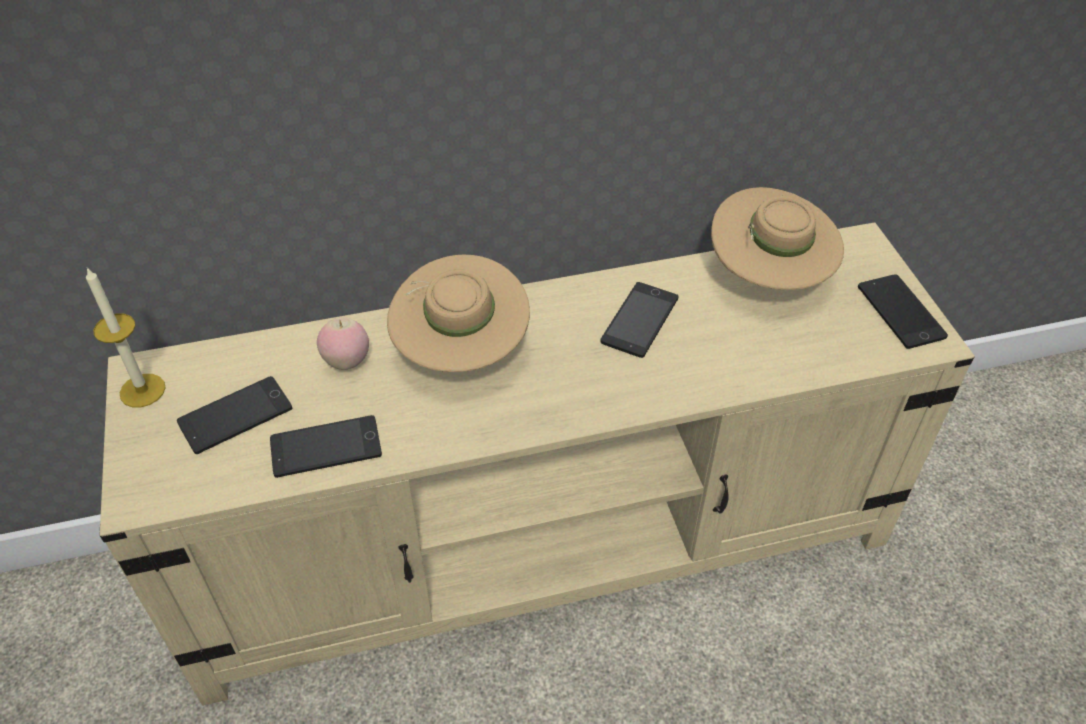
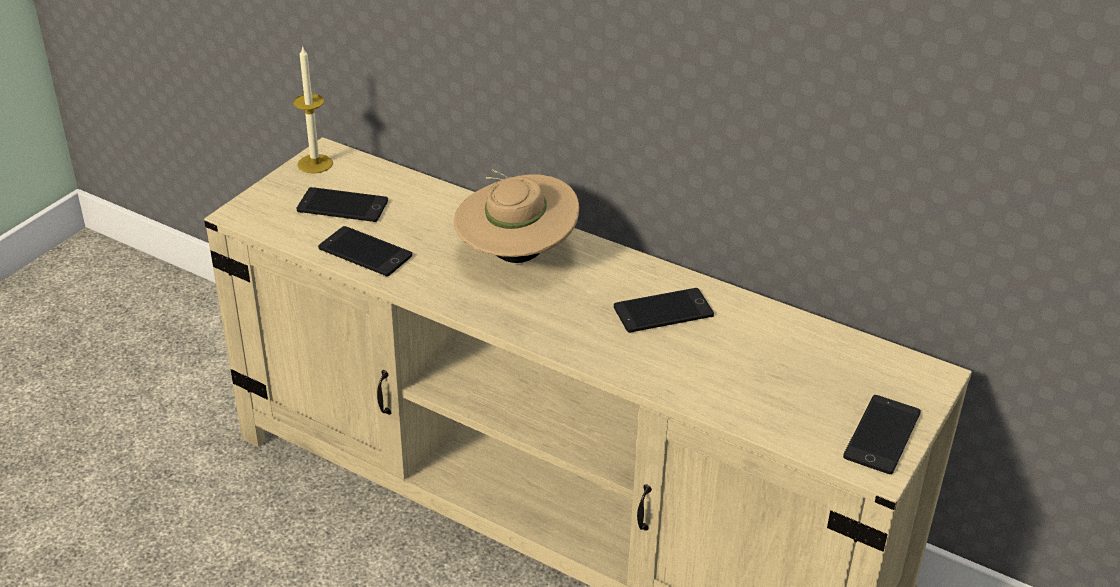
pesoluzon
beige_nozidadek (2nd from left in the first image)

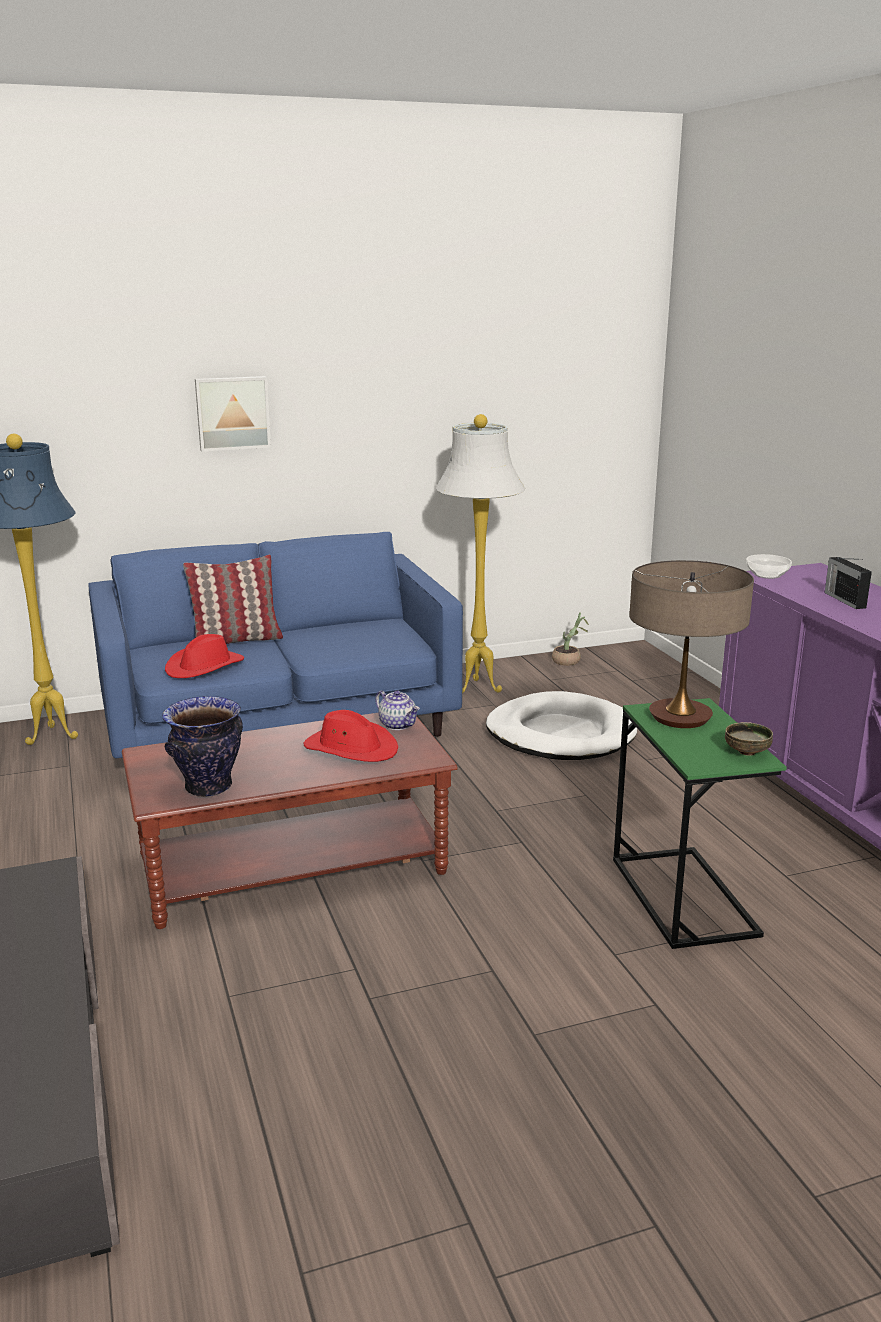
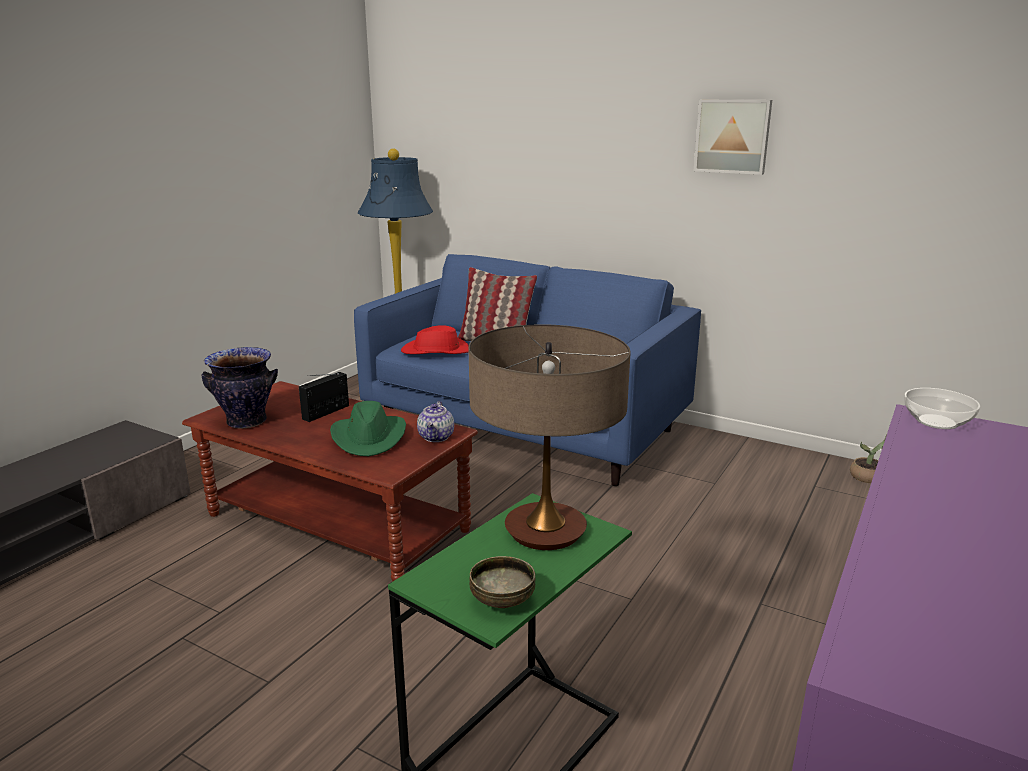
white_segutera
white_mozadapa
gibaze
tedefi
green_nozidadek

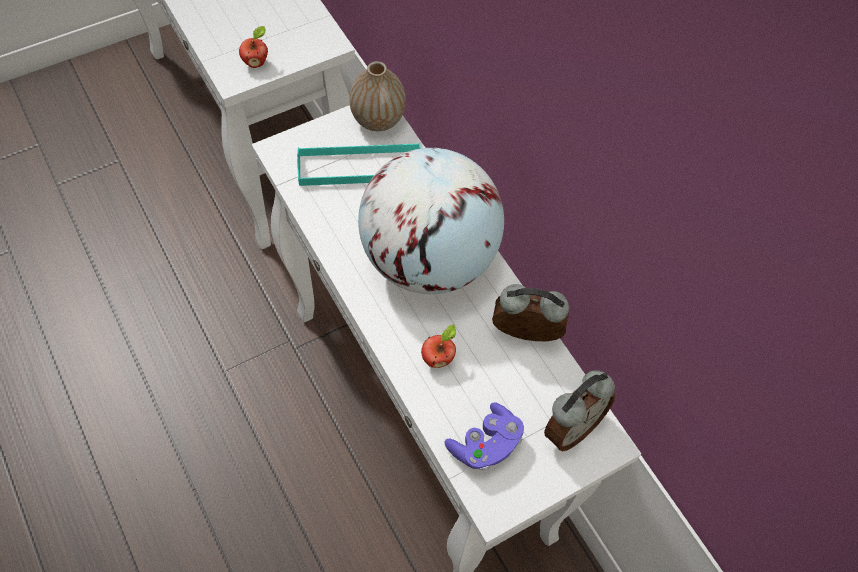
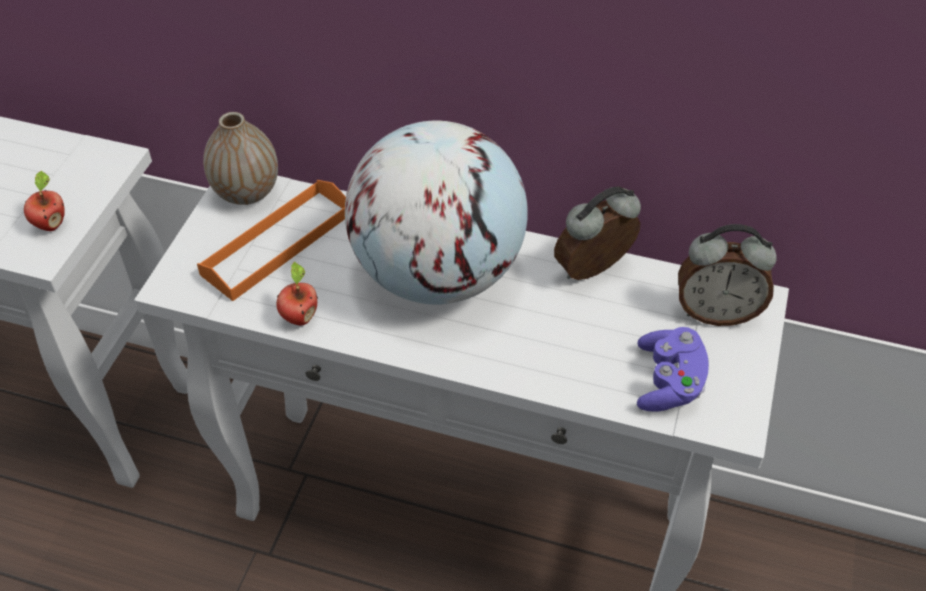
pesoluzon (2nd from left)
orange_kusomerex
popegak (2nd from left)

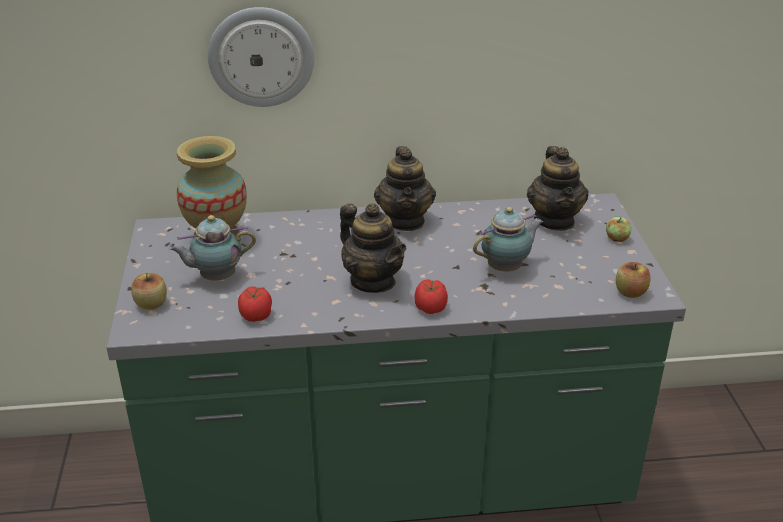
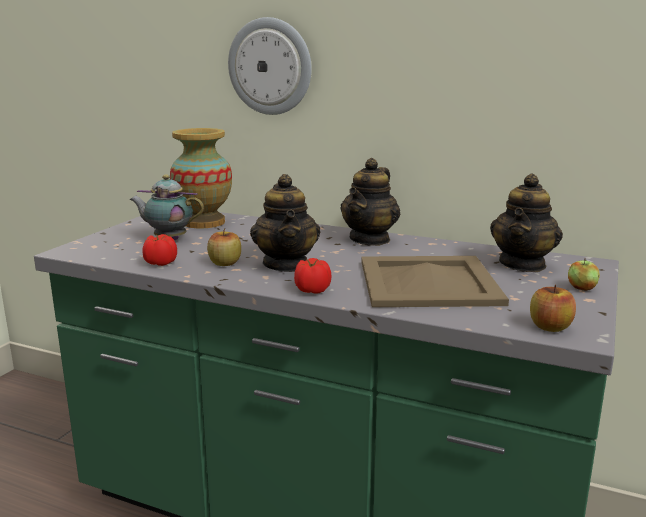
pesoluzon (1st from left)
beige_kusomerex

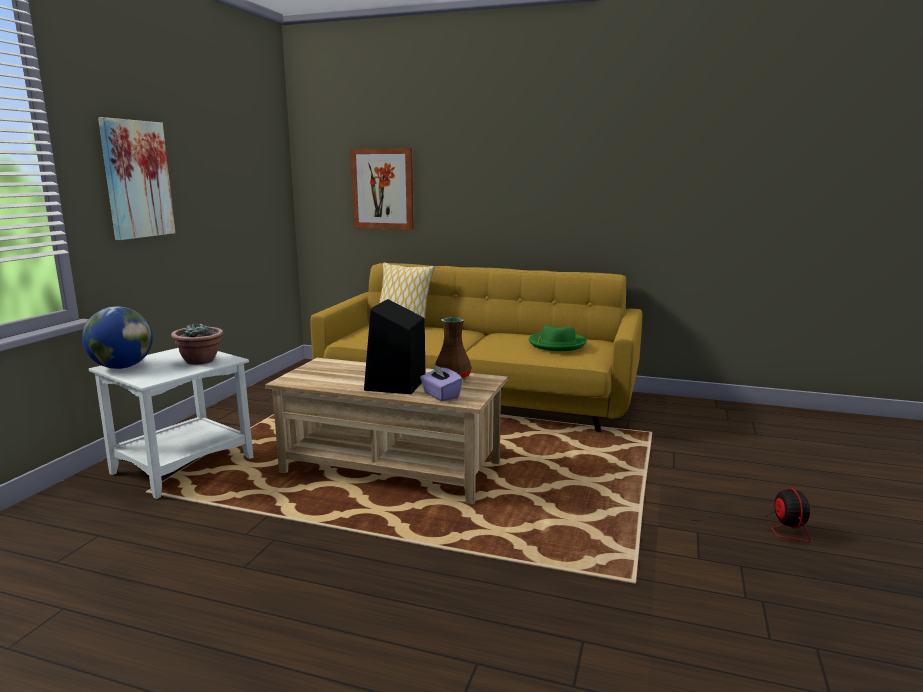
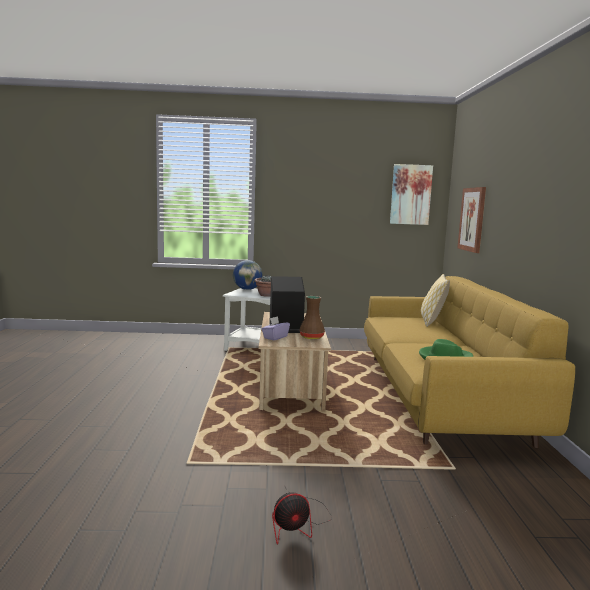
gibaze (1st from left)

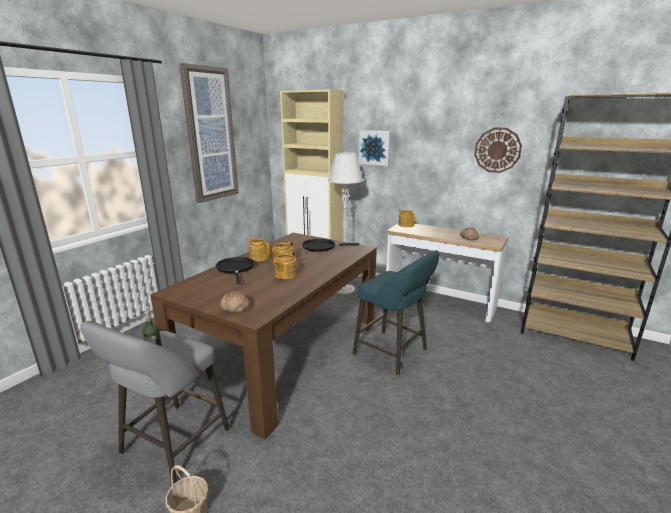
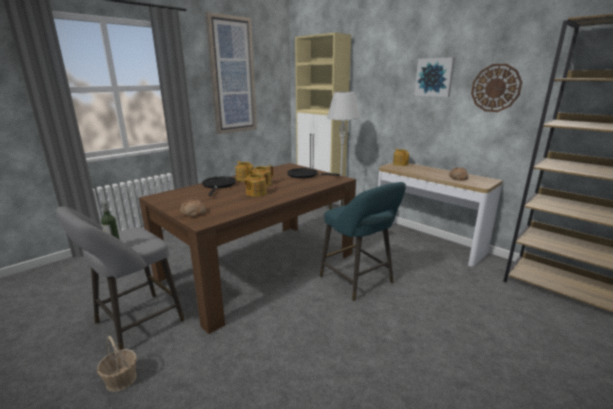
gibaze (2nd from left)

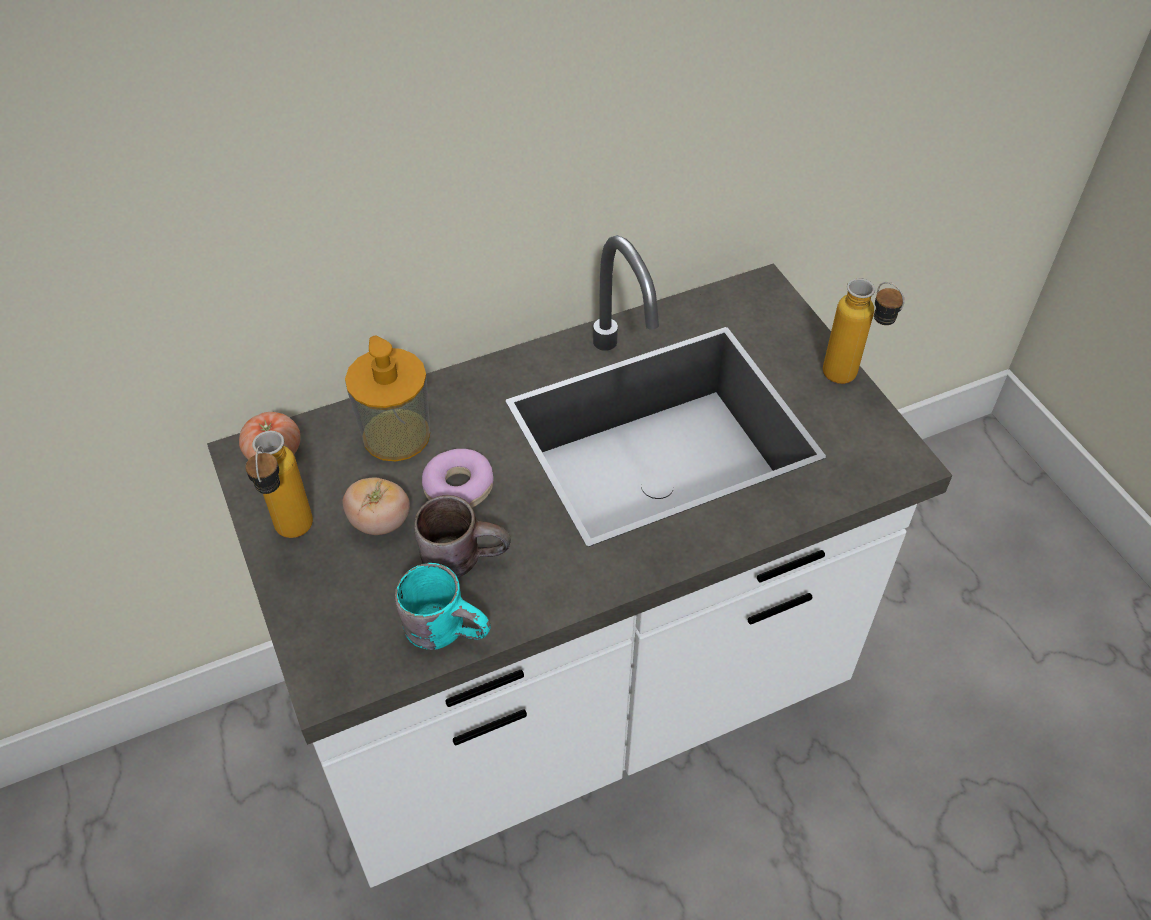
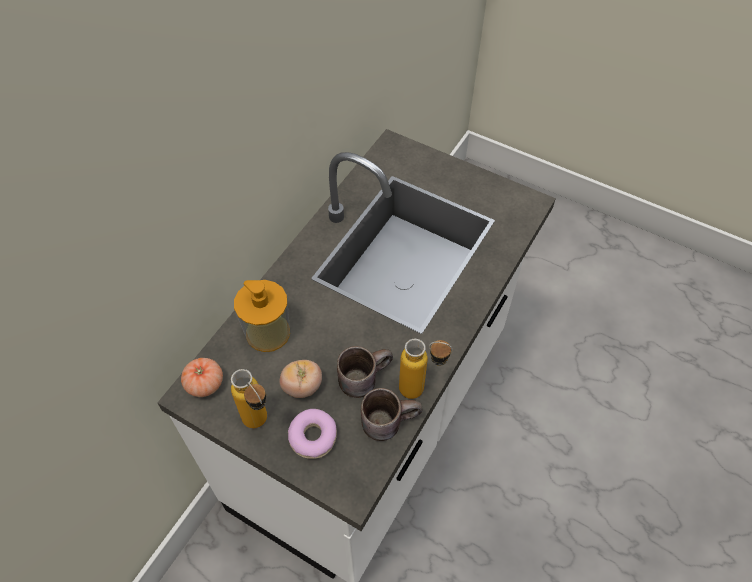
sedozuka
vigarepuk (2nd from left)
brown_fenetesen (2nd from left)

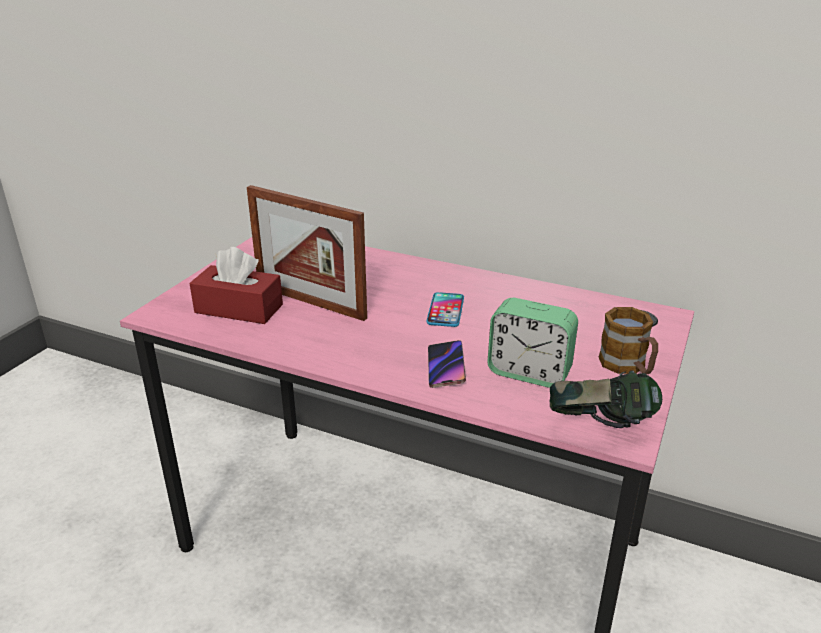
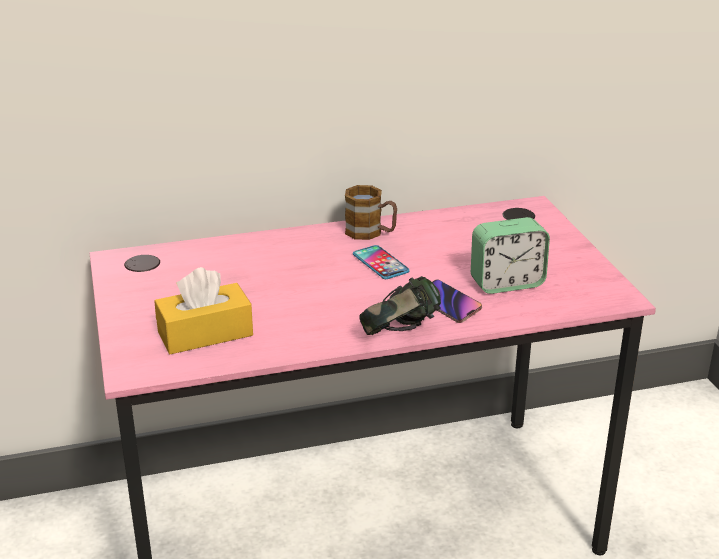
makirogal
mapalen
fenetesen
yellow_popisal

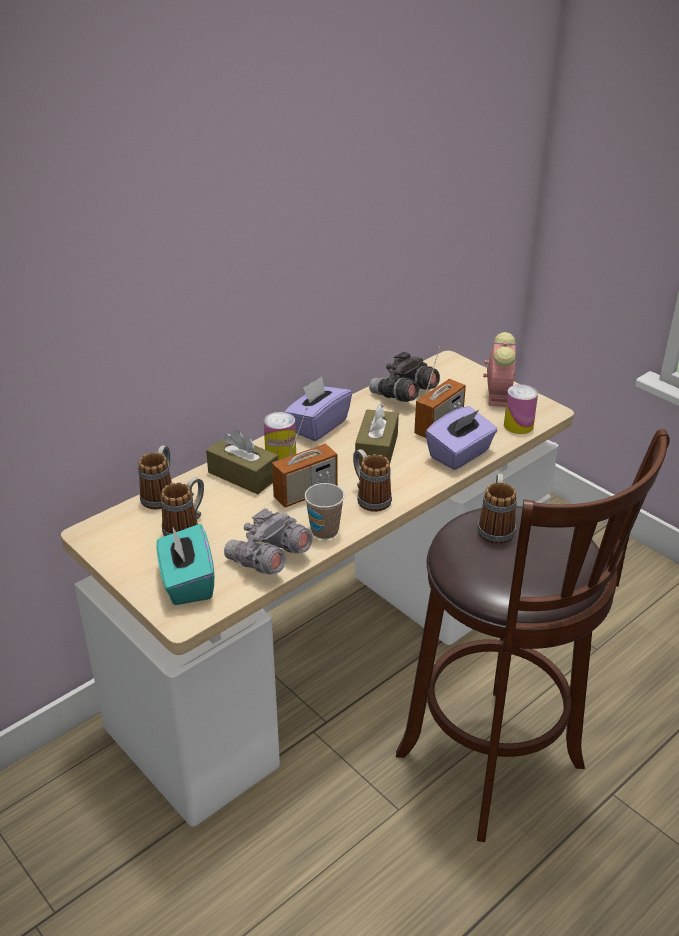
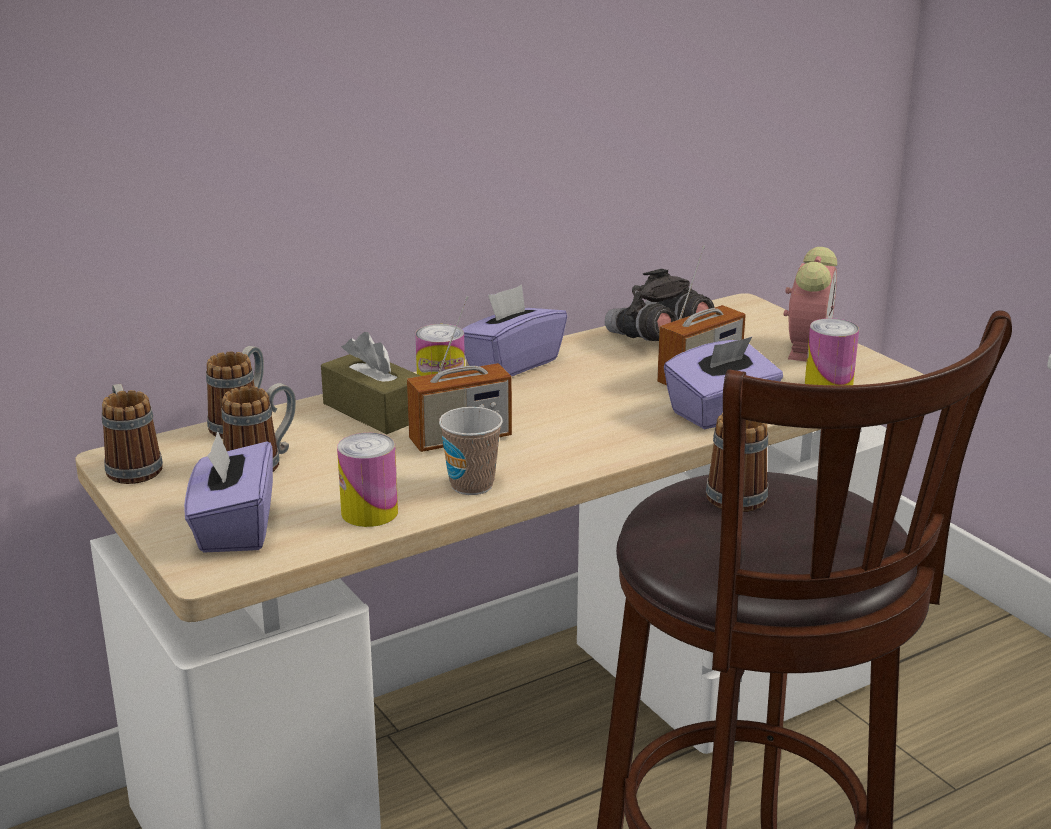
brown_popisal (2nd from left in the first image)
fenetesen (1st from left)
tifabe (1st from left)
purple_popisal (1st from left)

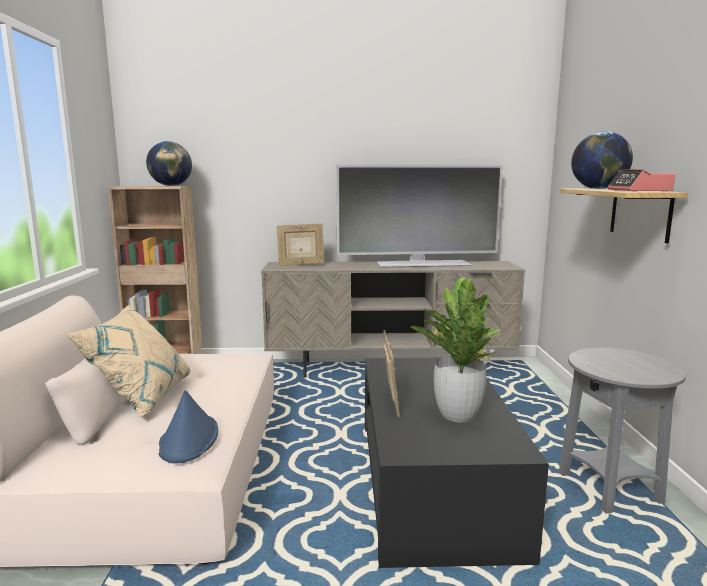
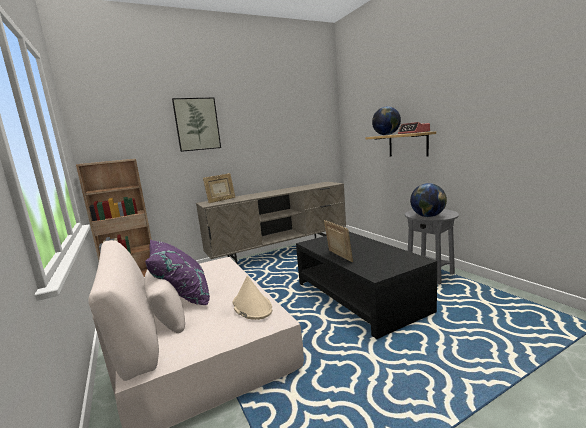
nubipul
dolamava
gibaze
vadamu (2nd from left)
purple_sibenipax
beige_nozidadek

